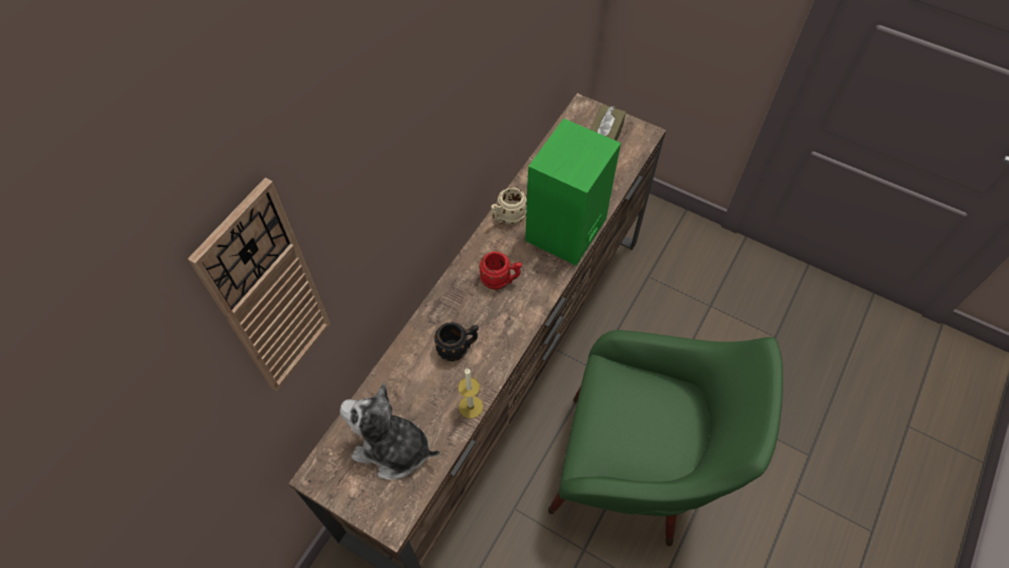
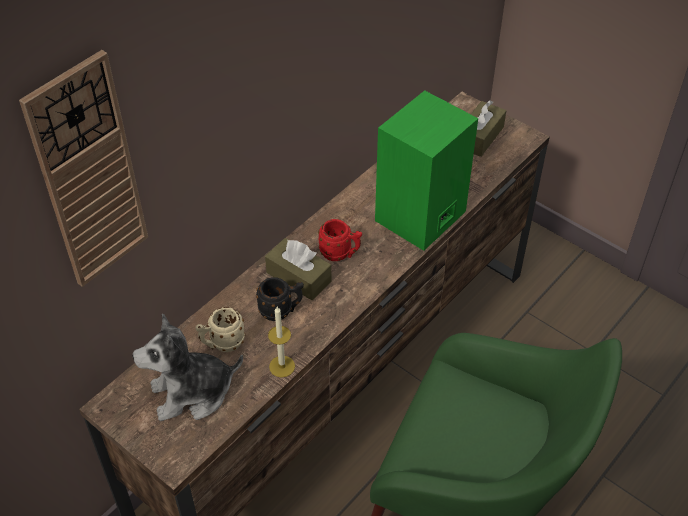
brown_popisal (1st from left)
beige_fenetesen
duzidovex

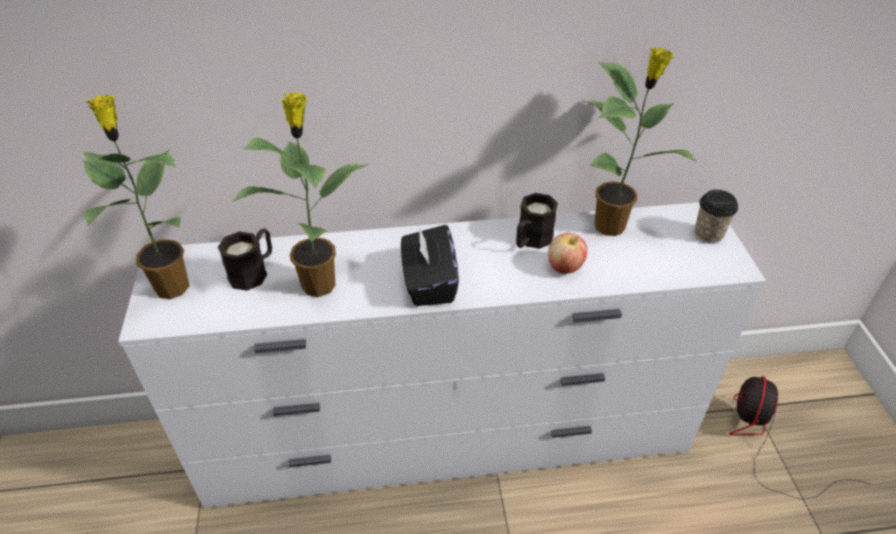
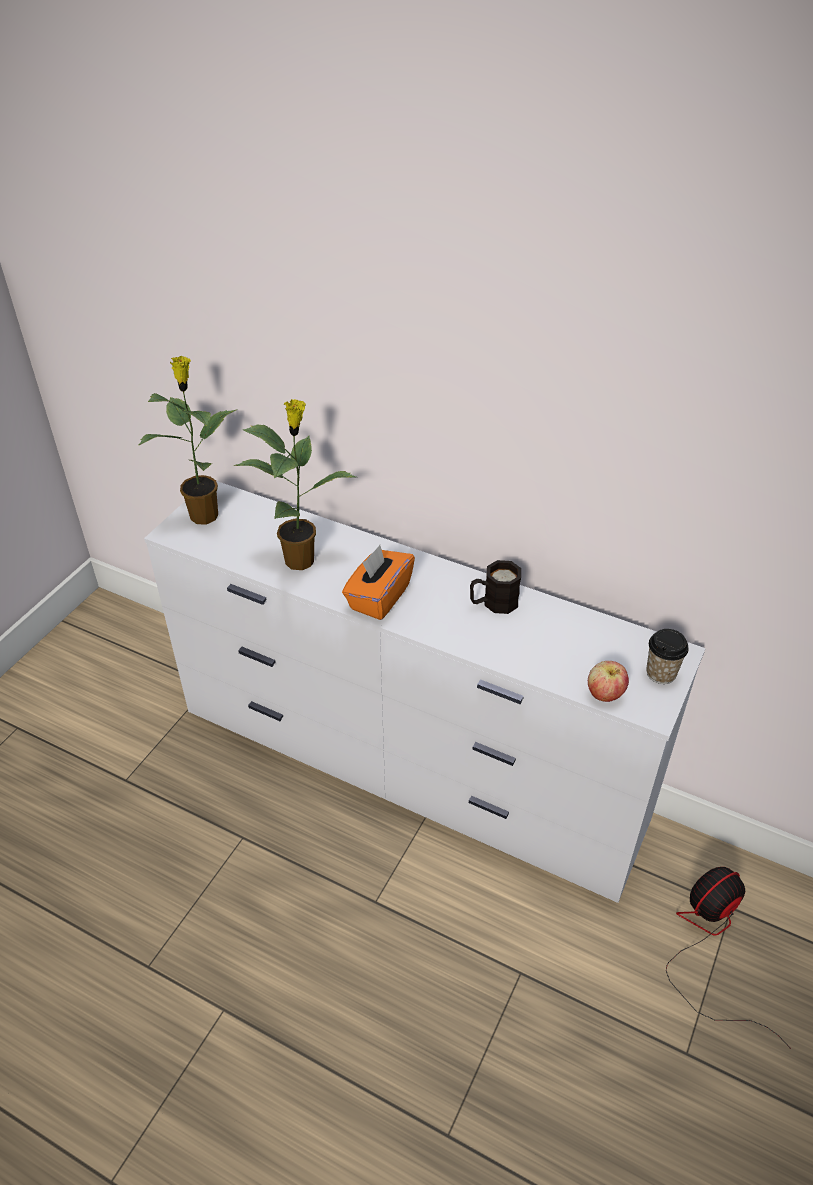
black_fenetesen (1st from left in the first image)
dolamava (3rd from left in the first image)
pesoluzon
orange_popisal

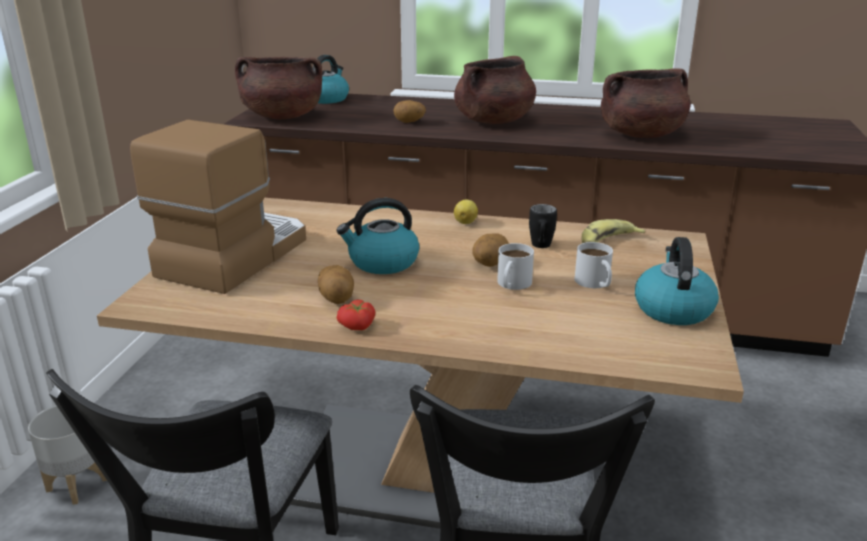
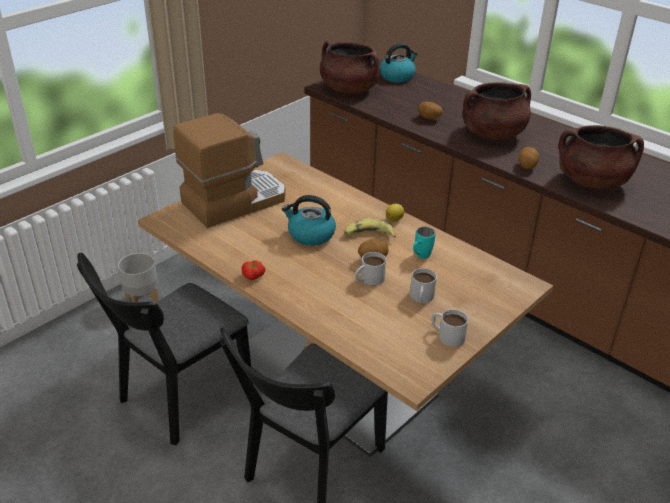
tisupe (3rd from left)
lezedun
white_fenetesen (3rd from left)
turquoise_fenetesen

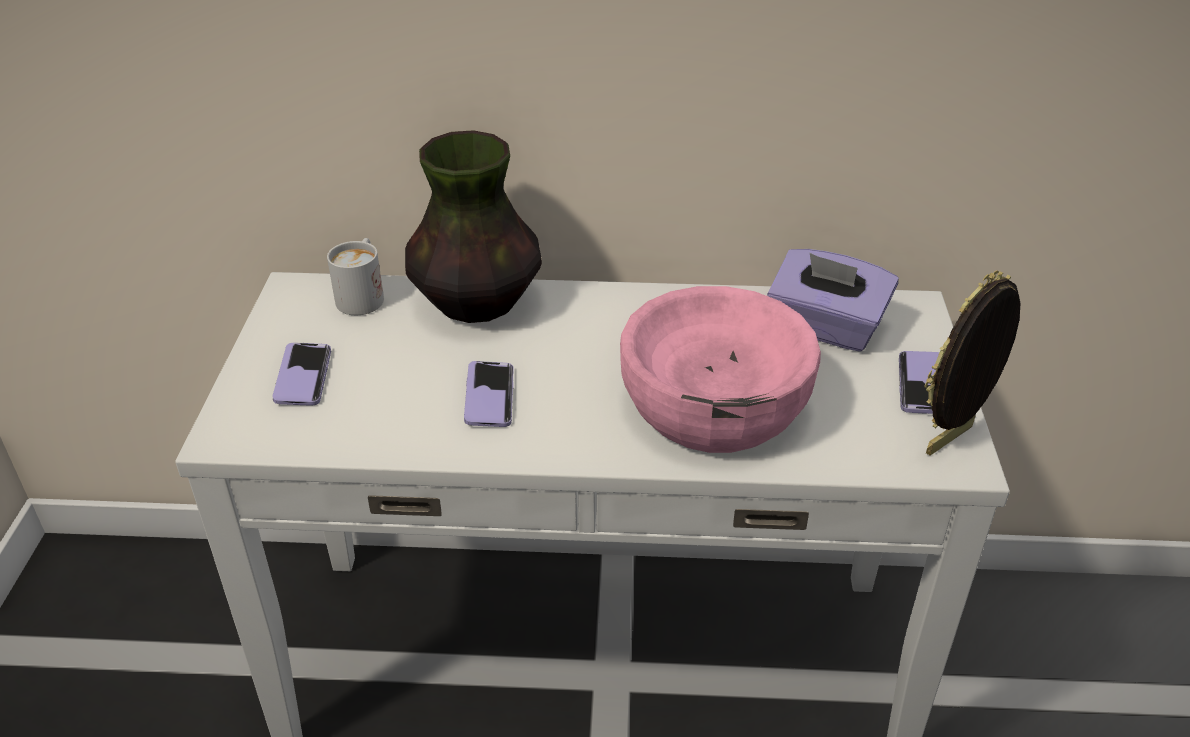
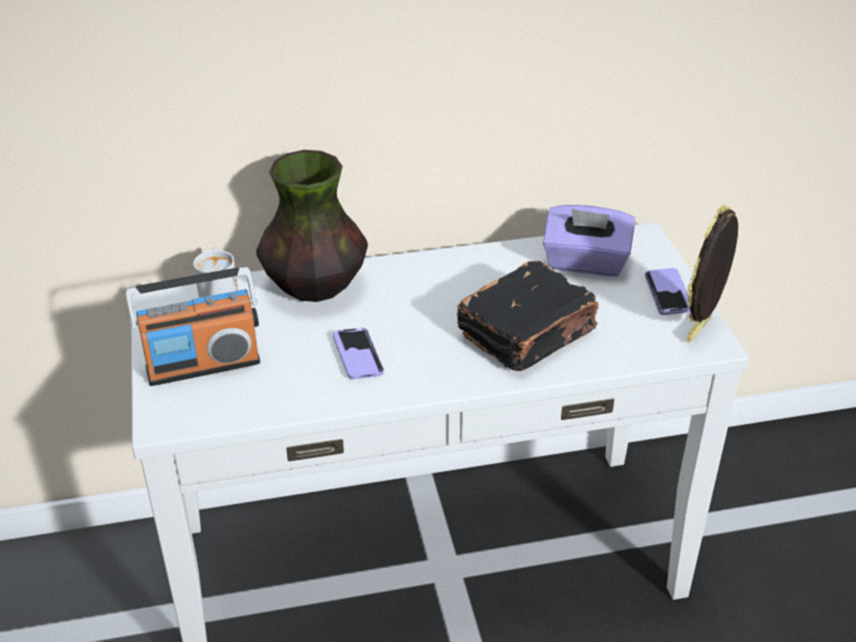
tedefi
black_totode

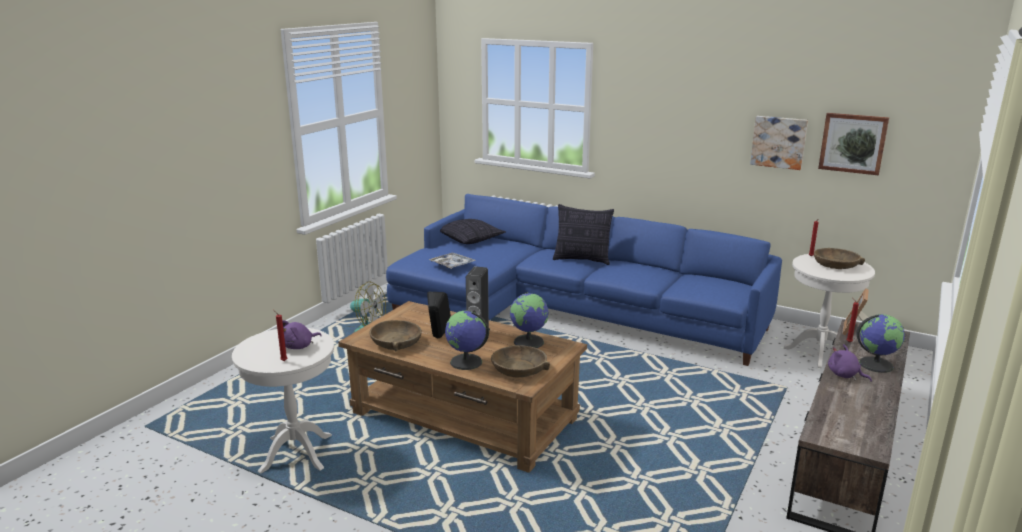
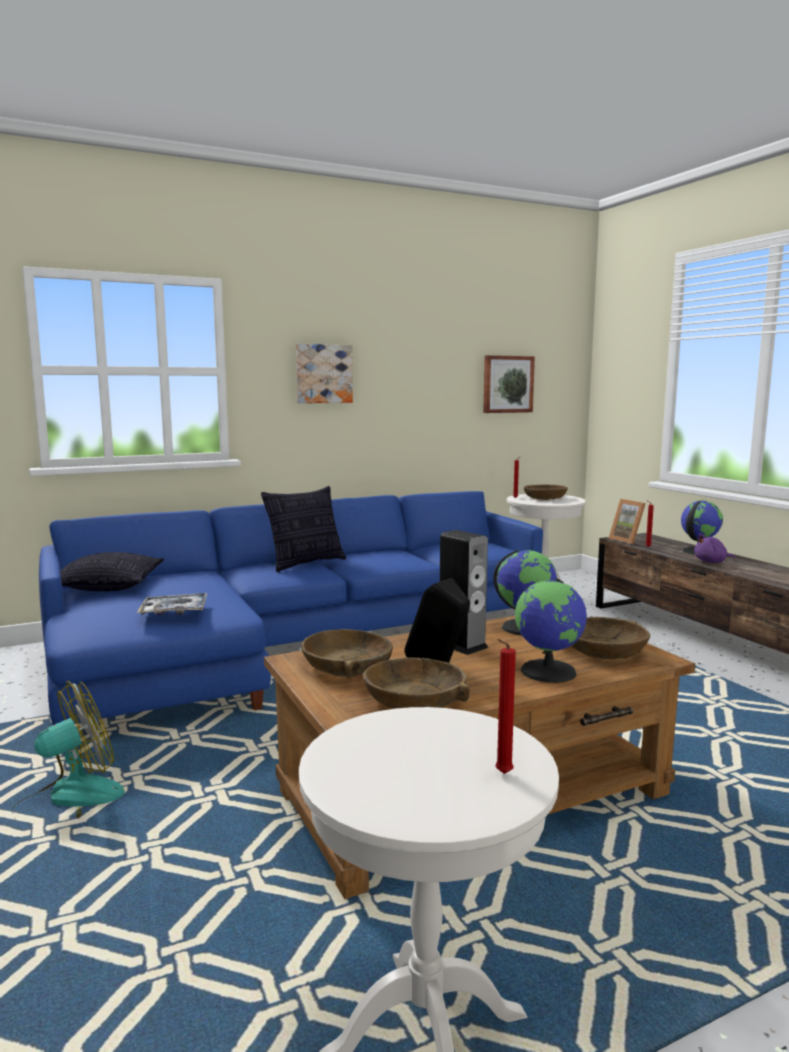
purple_duzidovex (1st from left in the first image)
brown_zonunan (1st from left)
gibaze (1st from left)

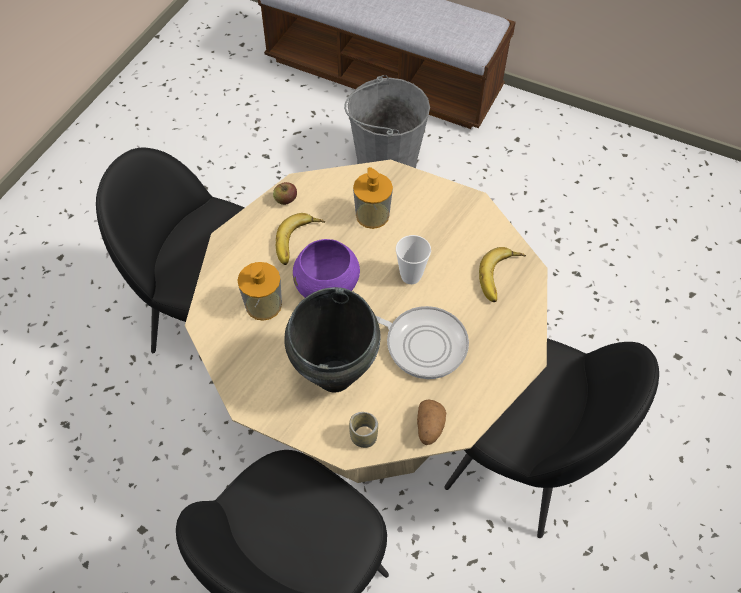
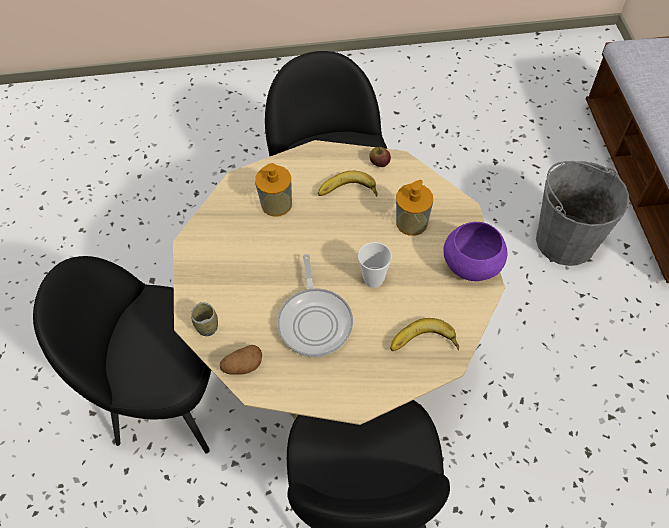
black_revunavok
purple_zonunan

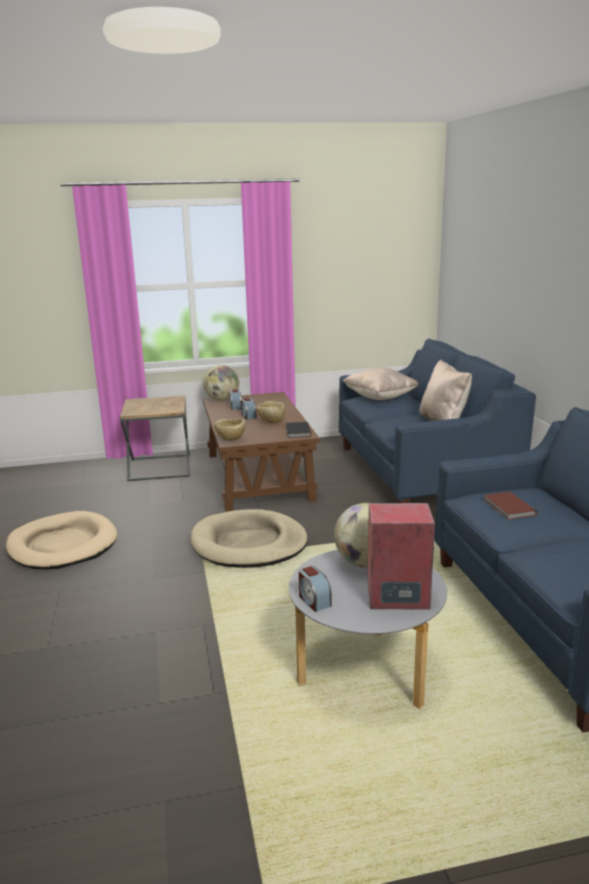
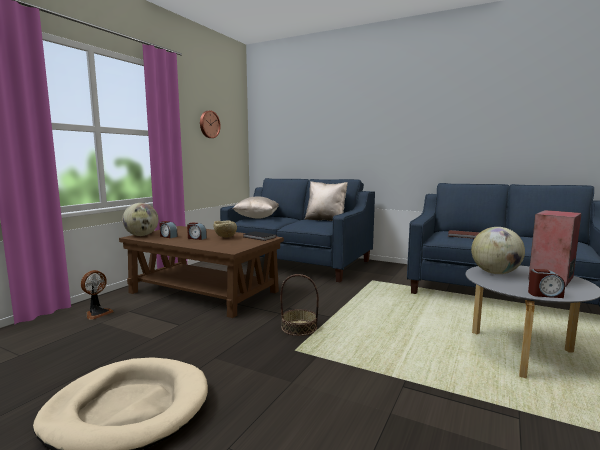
beige_zonunan (1st from left in the first image)
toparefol
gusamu
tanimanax

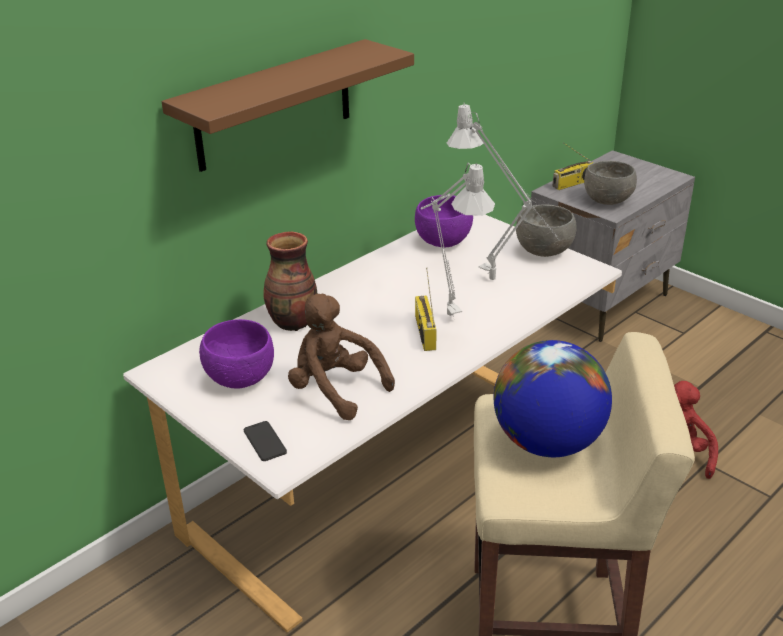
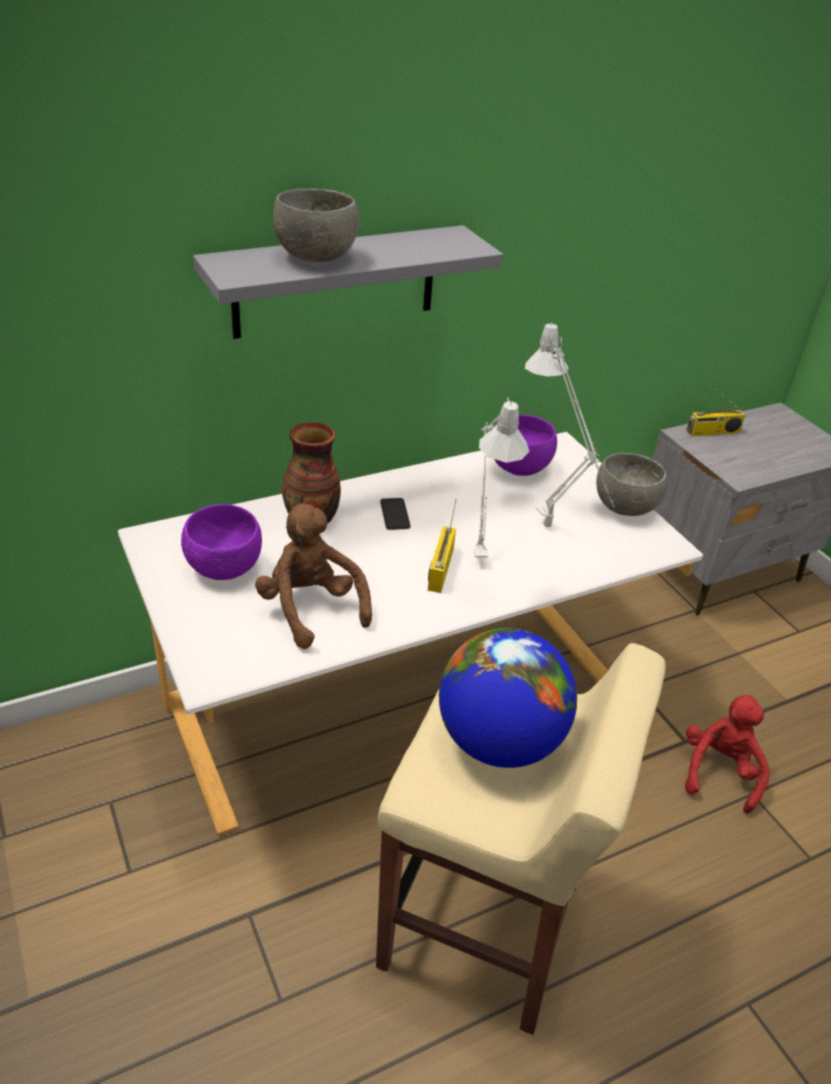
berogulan
grey_zonunan (1st from left)
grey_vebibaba

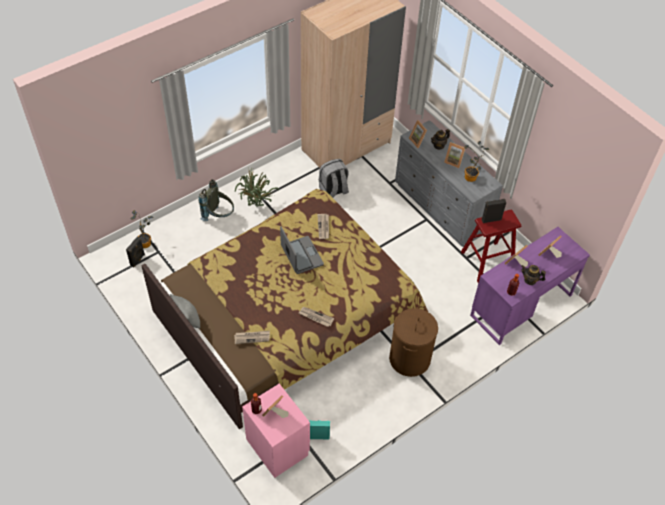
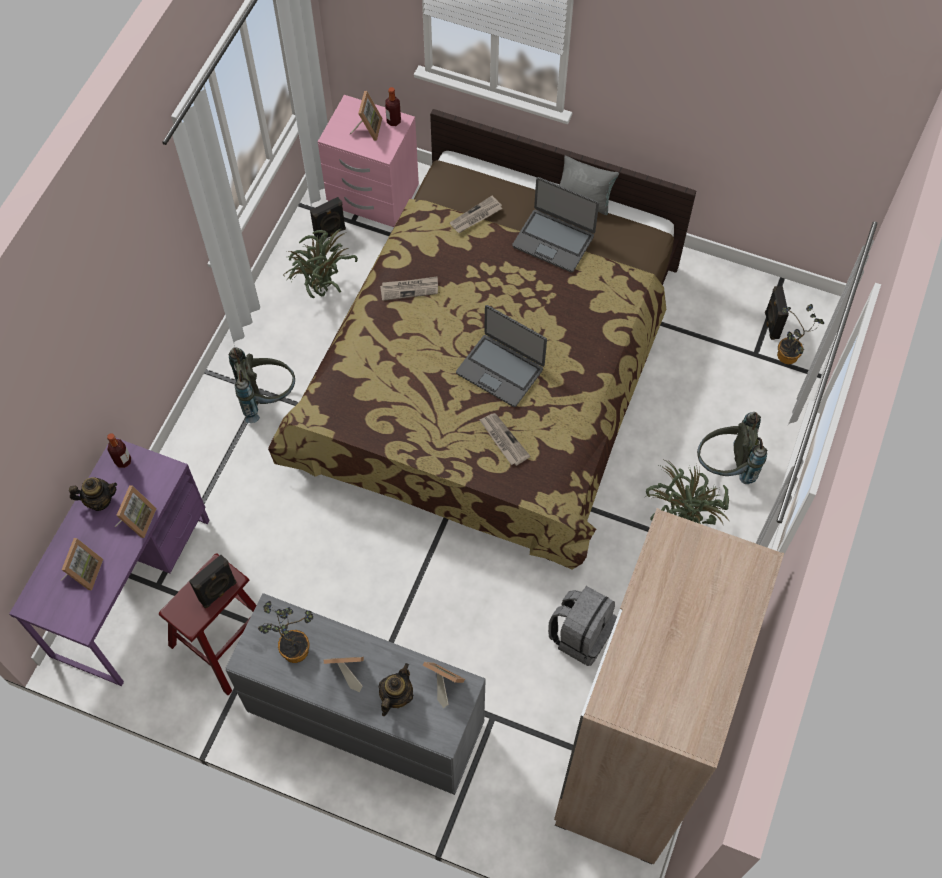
dolamava (2nd from left)
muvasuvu (2nd from left)
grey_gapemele (1st from left)
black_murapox (2nd from left)

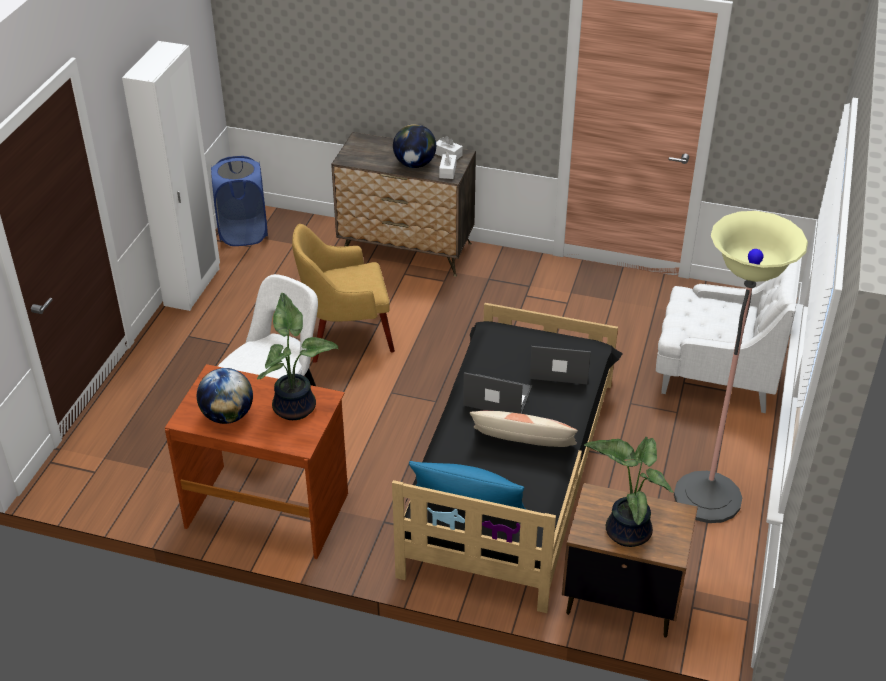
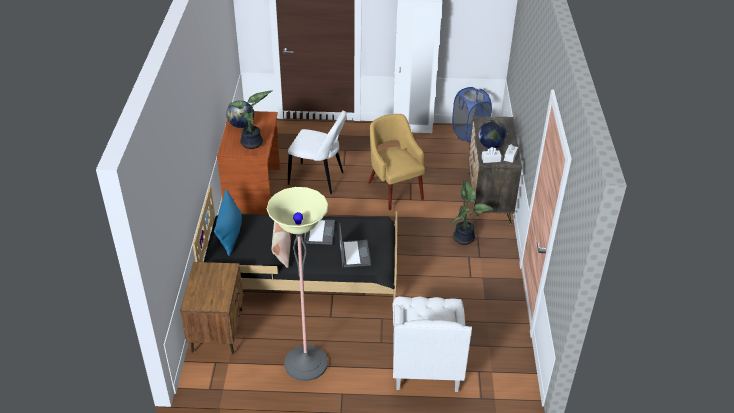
dolamava (2nd from left)

